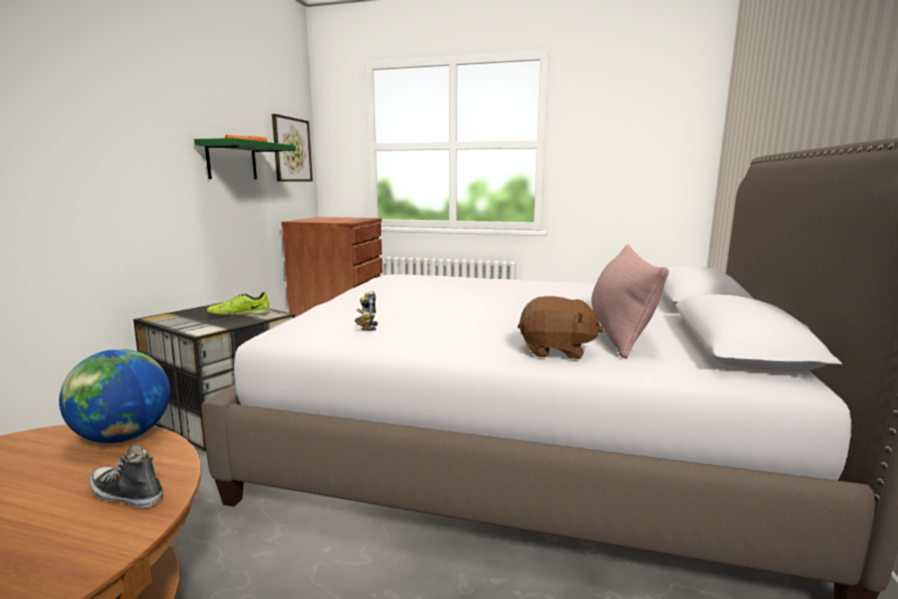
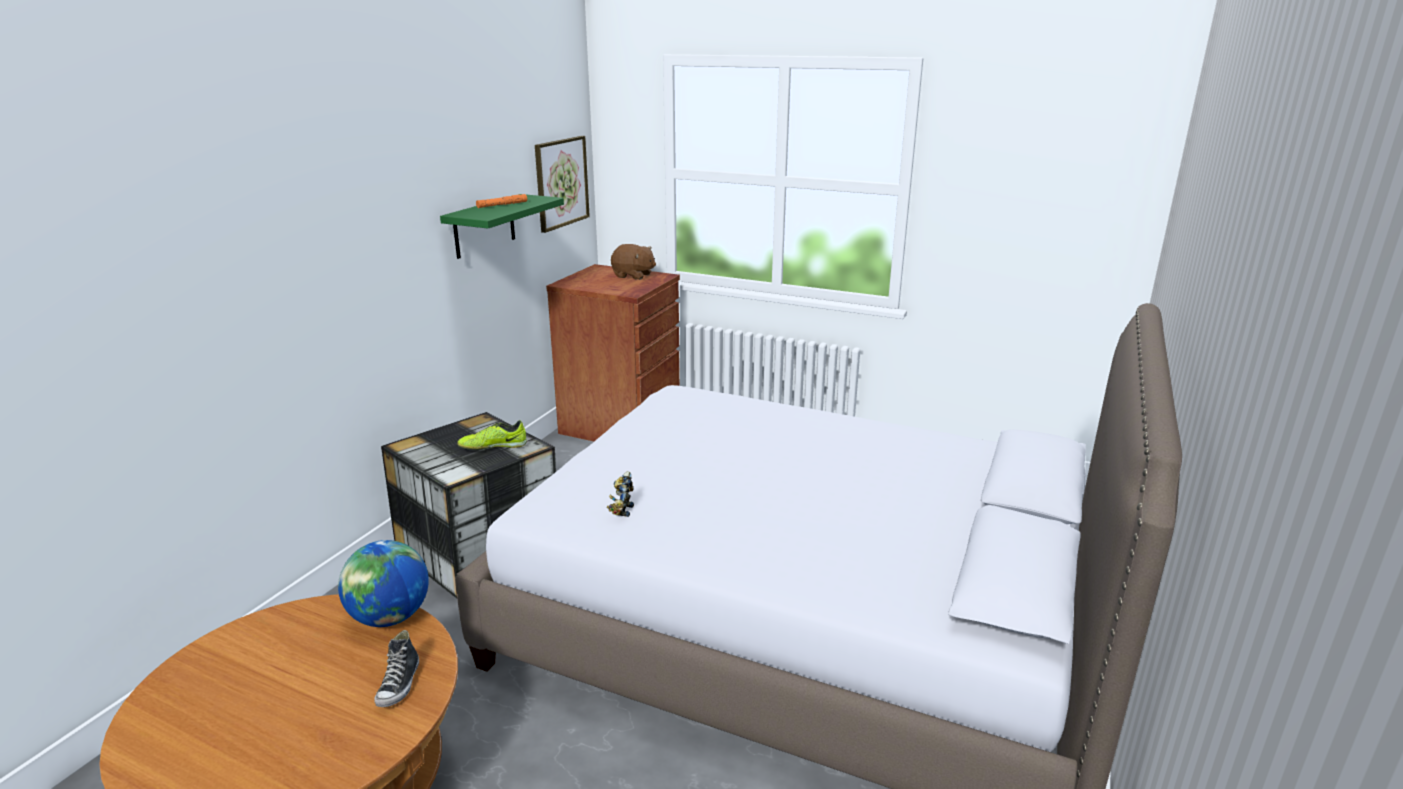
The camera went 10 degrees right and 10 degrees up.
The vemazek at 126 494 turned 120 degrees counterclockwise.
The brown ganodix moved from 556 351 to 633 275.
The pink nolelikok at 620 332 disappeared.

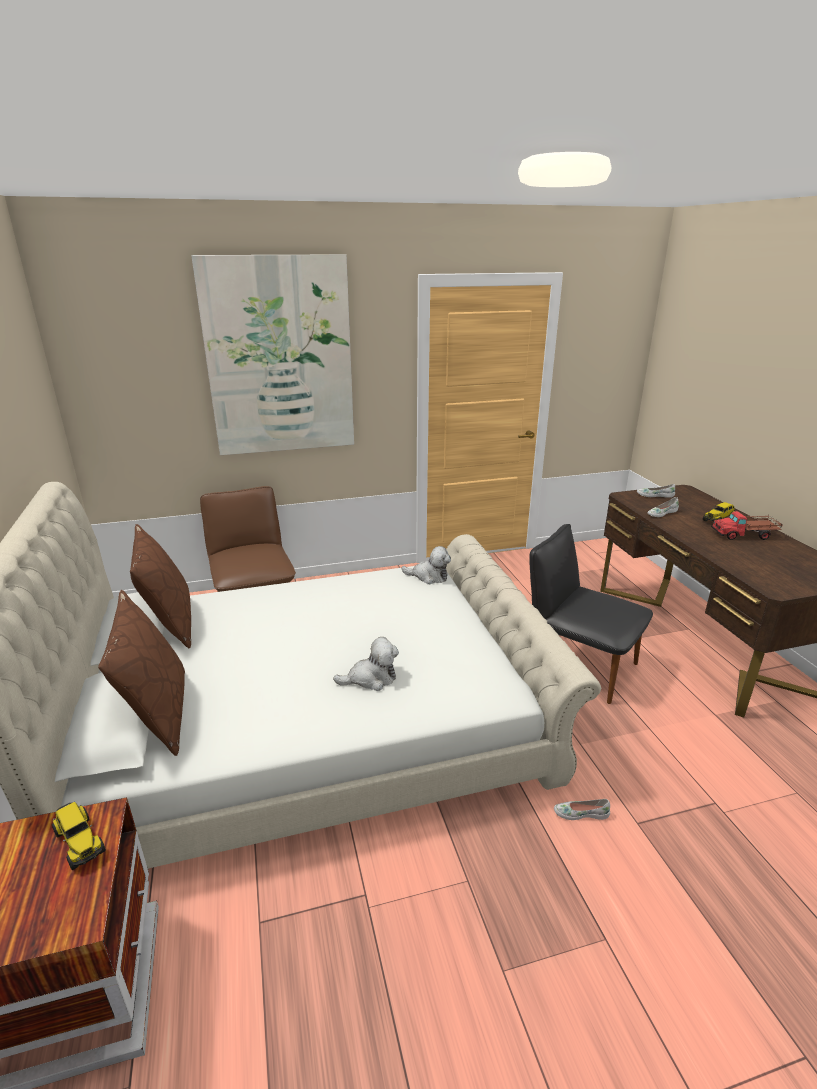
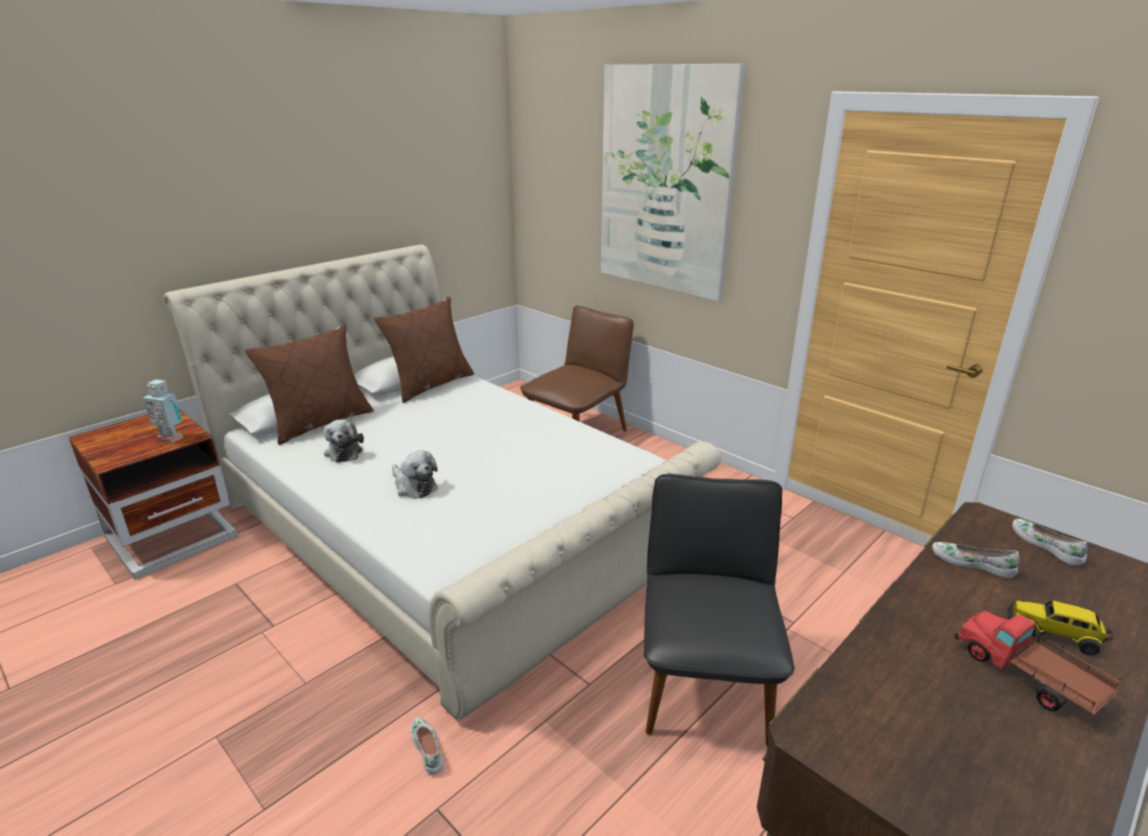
The camera went 60 degrees right and 0 degrees up.
The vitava at 79 841 was replaced by the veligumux at 171 438.
The ganodix moved from 429 576 to 344 451.

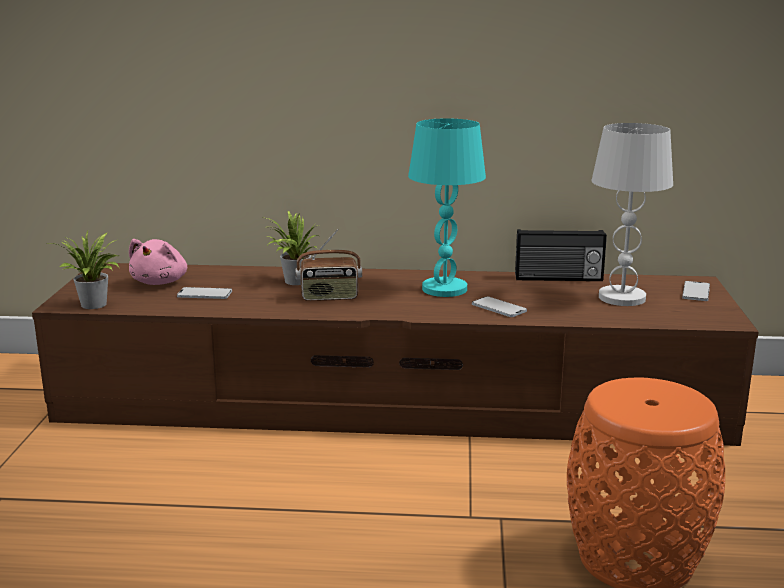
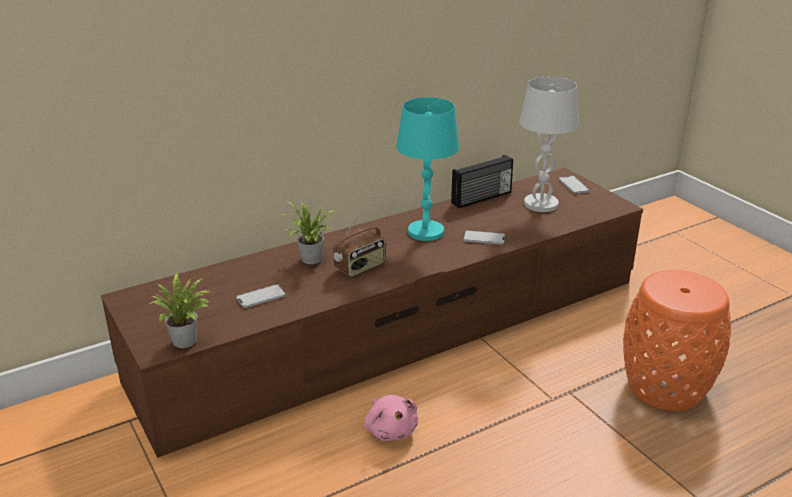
The camera went 35 degrees left and 10 degrees up.
The pink ganodix moved from 161 282 to 390 429.

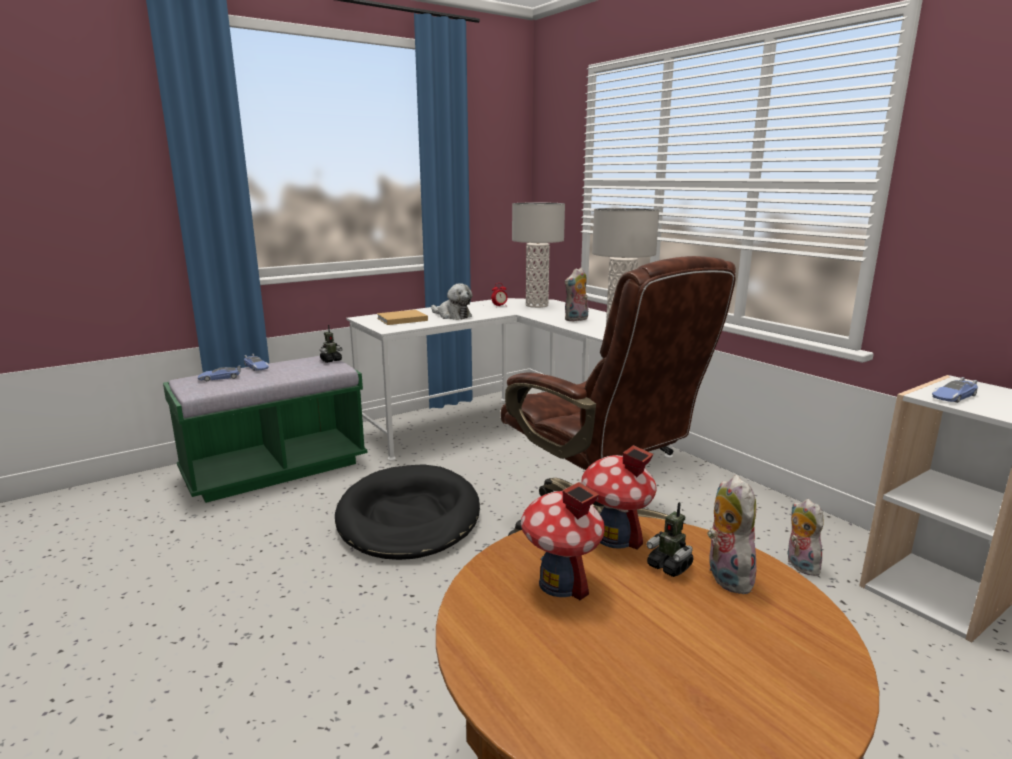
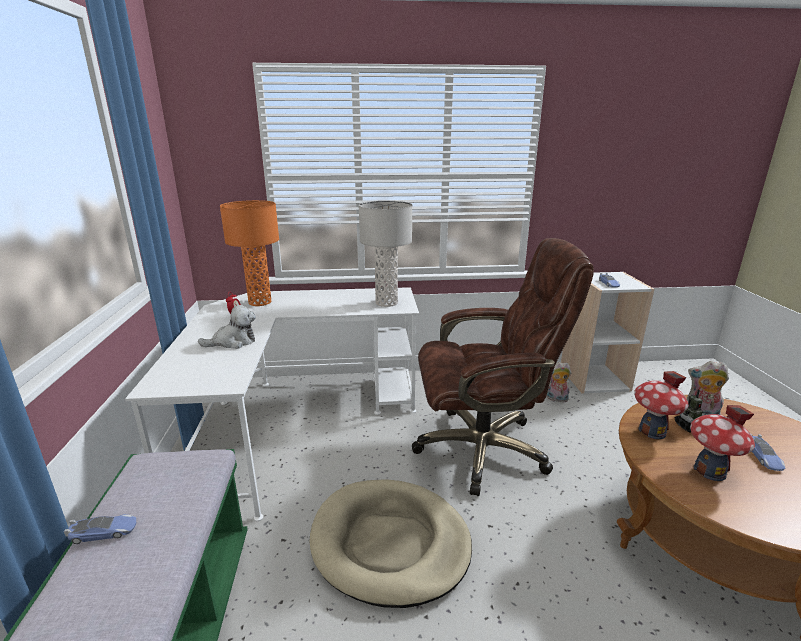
The camera went 60 degrees left and 5 degrees up.
The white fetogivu at 536 305 became the orange fetogivu at 259 302.
The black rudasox at 409 517 became the beige rudasox at 390 543.
The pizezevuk moved from 220 378 to 763 457.
The veligumux at 331 360 disappeared.
The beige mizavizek at 400 319 disappeared.
The ganodix at 576 319 disappeared.

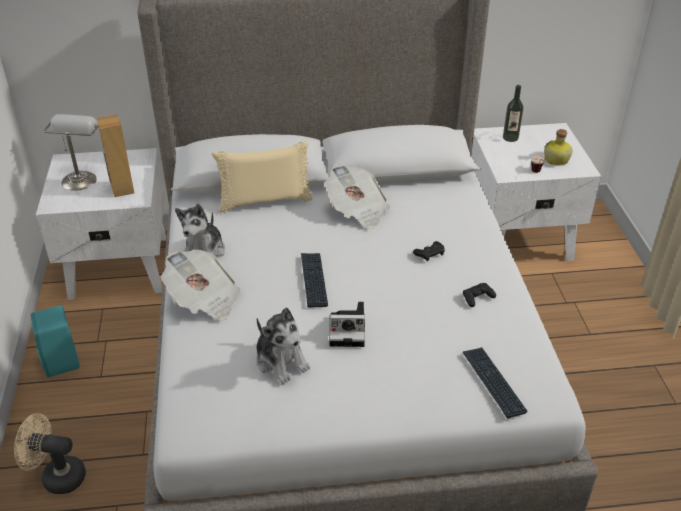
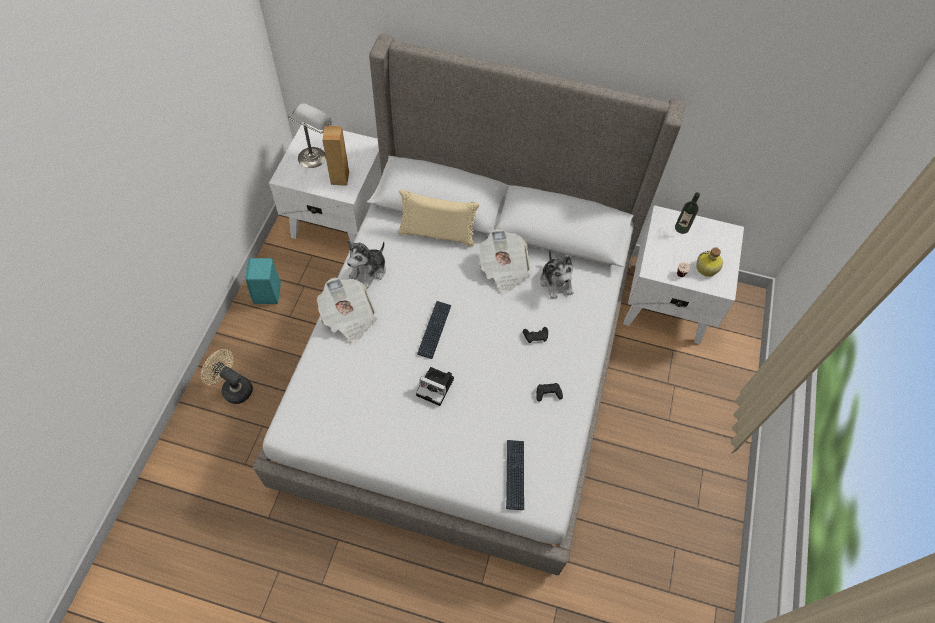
The camera went 20 degrees right and 20 degrees up.
The ganodix moved from 281 361 to 556 282.

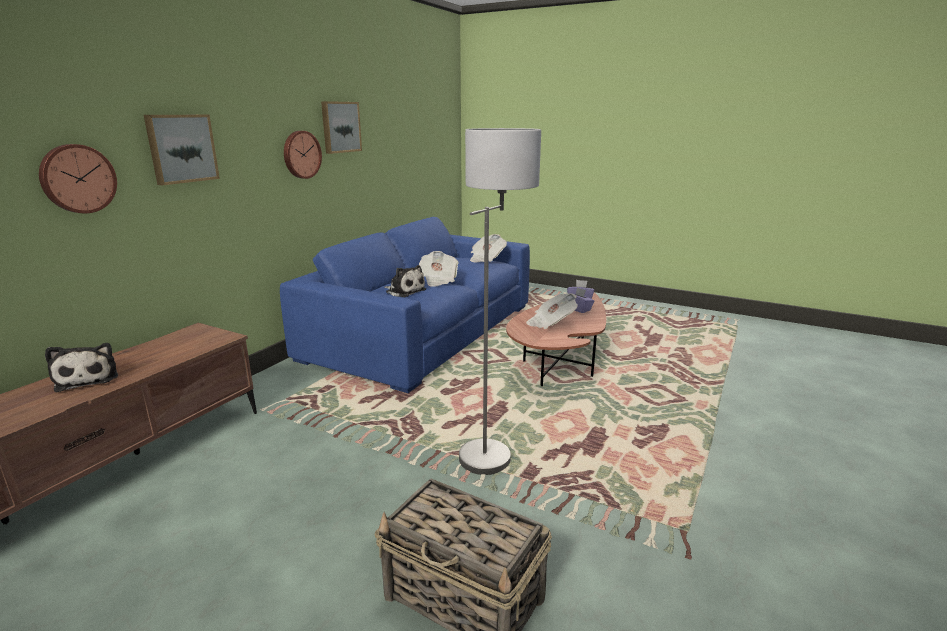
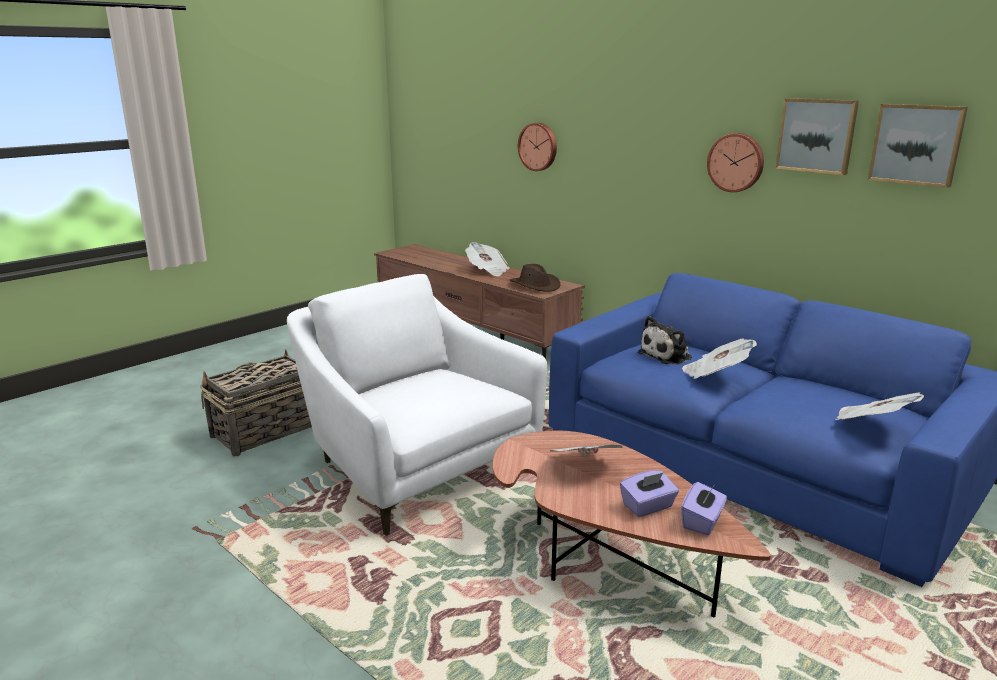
The camera went 105 degrees right and 0 degrees up.
The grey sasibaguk at 493 451 was replaced by the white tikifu at 414 465.
The ganodix at 88 378 was replaced by the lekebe at 487 271.
The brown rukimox at 535 285 appeared.
The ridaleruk moved from 181 148 to 916 144.

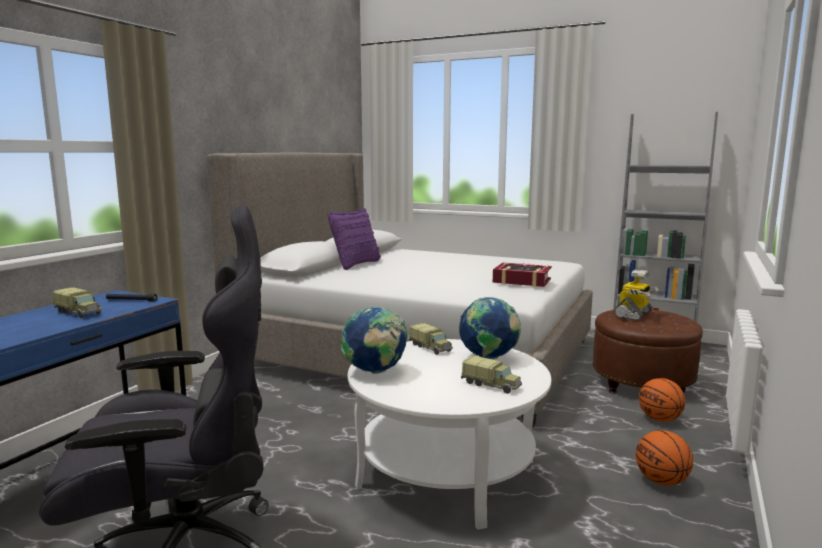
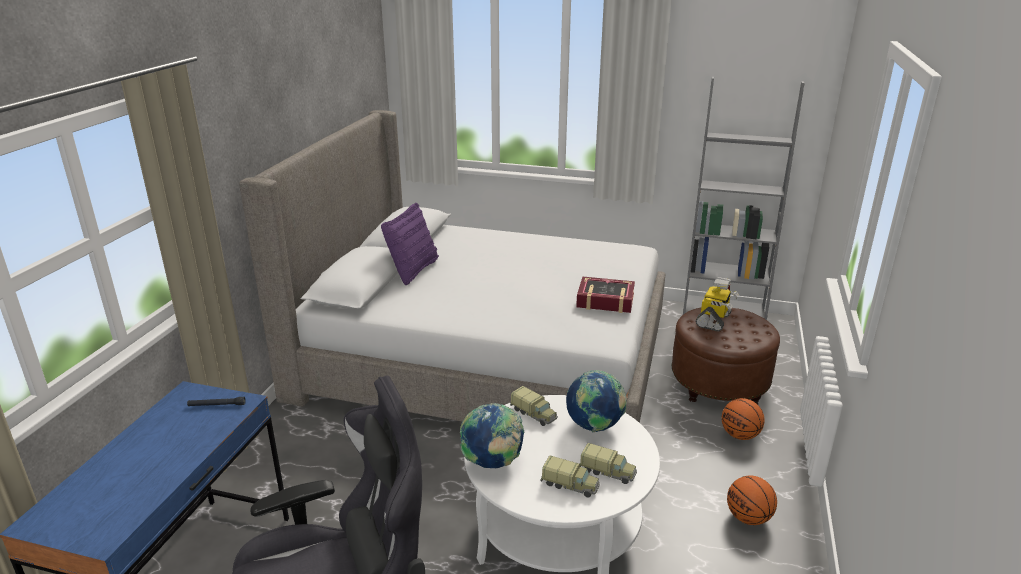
The camera went 10 degrees left and 15 degrees up.
The vitava moved from 79 313 to 570 485.

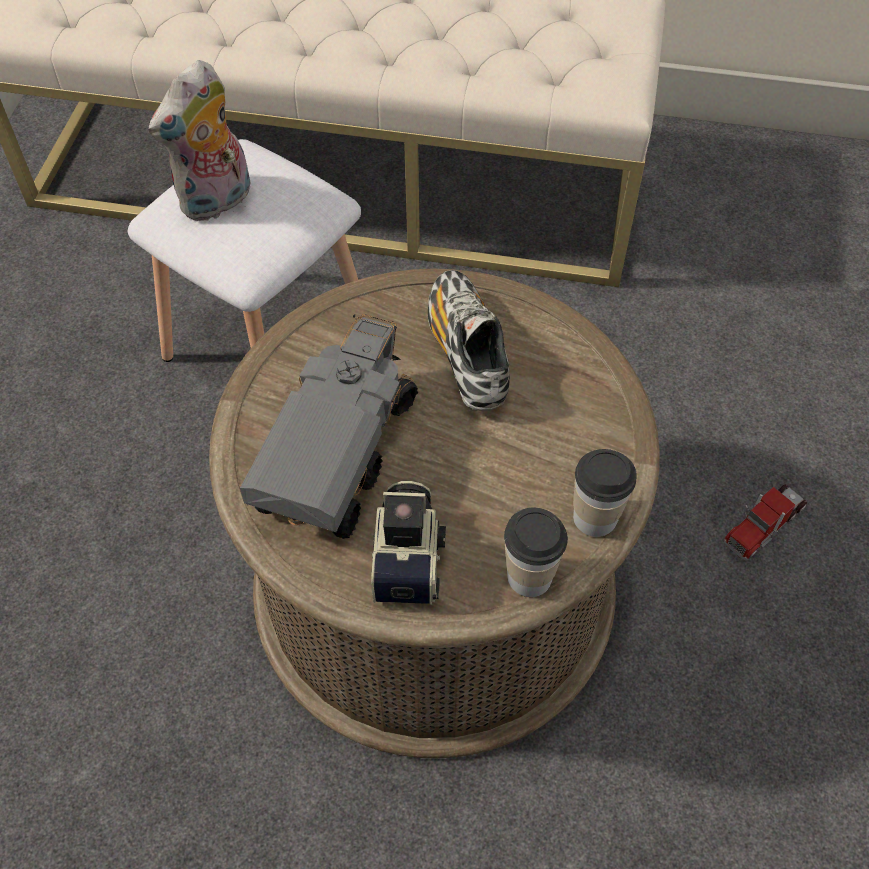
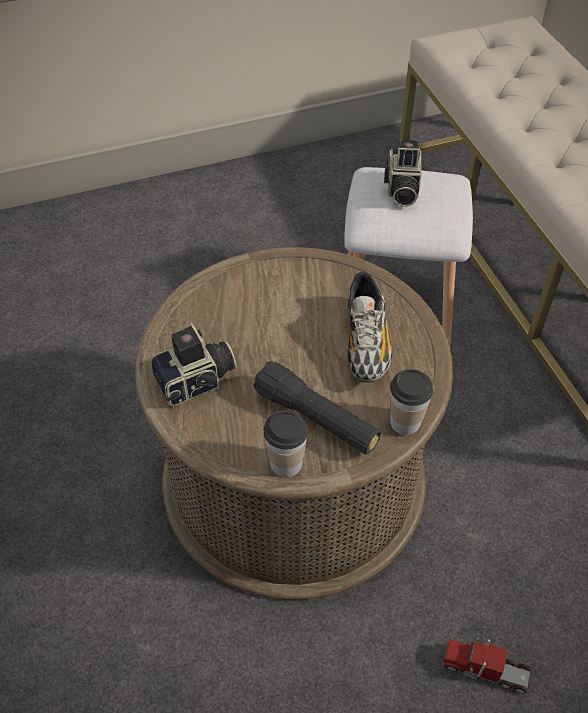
The camera went 60 degrees right and 5 degrees down.
The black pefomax at 316 419 appeared.
The vemazek at 467 352 turned 135 degrees clockwise.
The ganodix at 217 202 was replaced by the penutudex at 401 189.
The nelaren moved from 529 576 to 405 422.
The vitava at 338 454 disappeared.

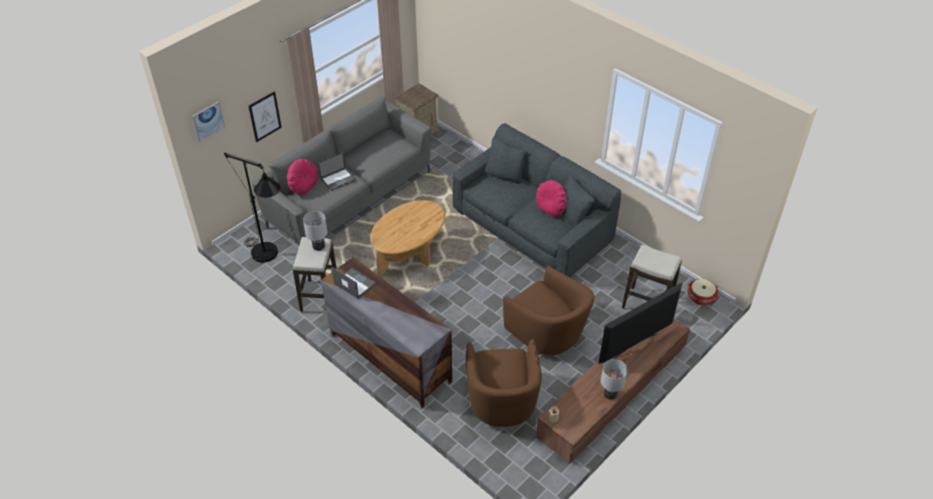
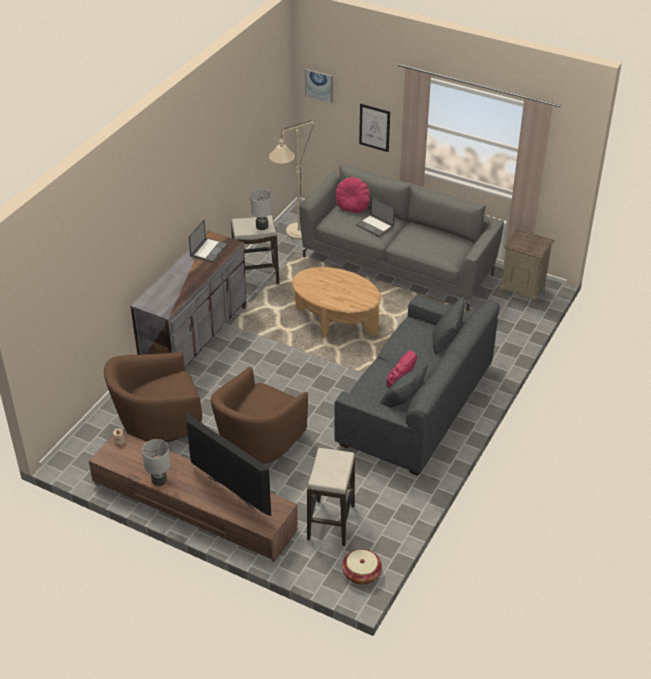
The camera went 75 degrees right and 5 degrees down.
The black sasibaguk at 269 256 became the beige sasibaguk at 295 235.

